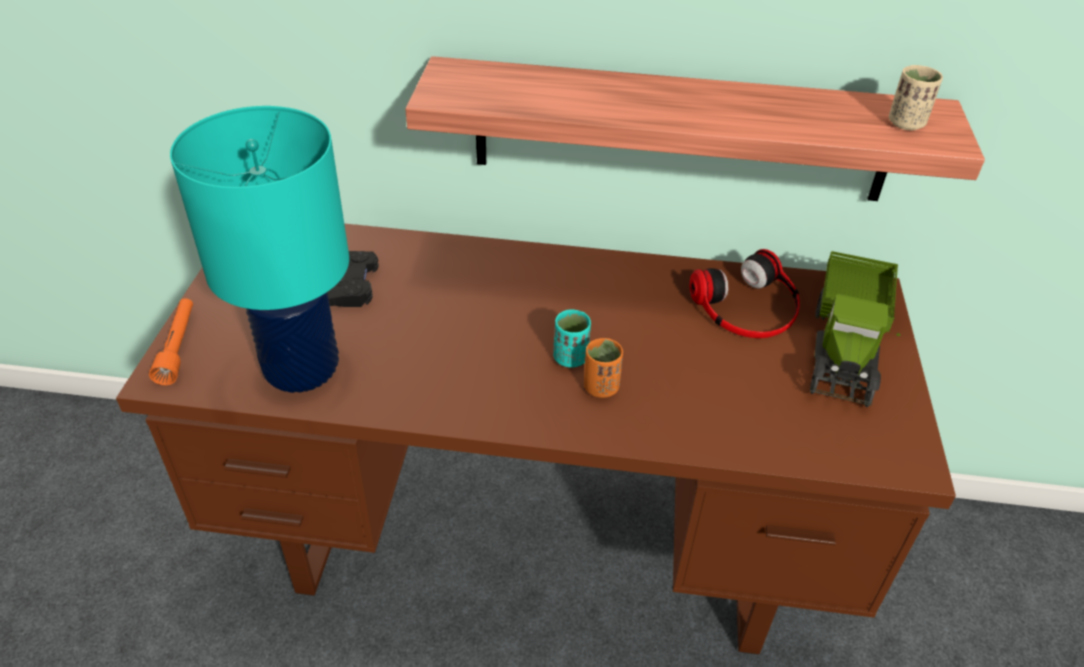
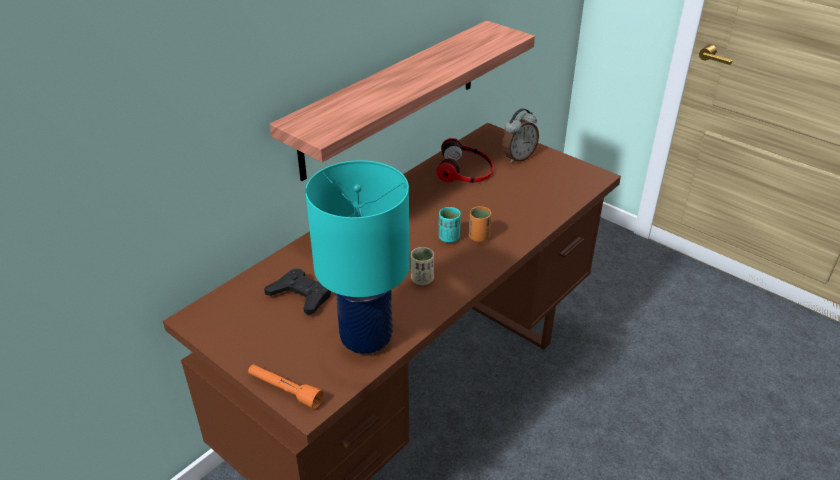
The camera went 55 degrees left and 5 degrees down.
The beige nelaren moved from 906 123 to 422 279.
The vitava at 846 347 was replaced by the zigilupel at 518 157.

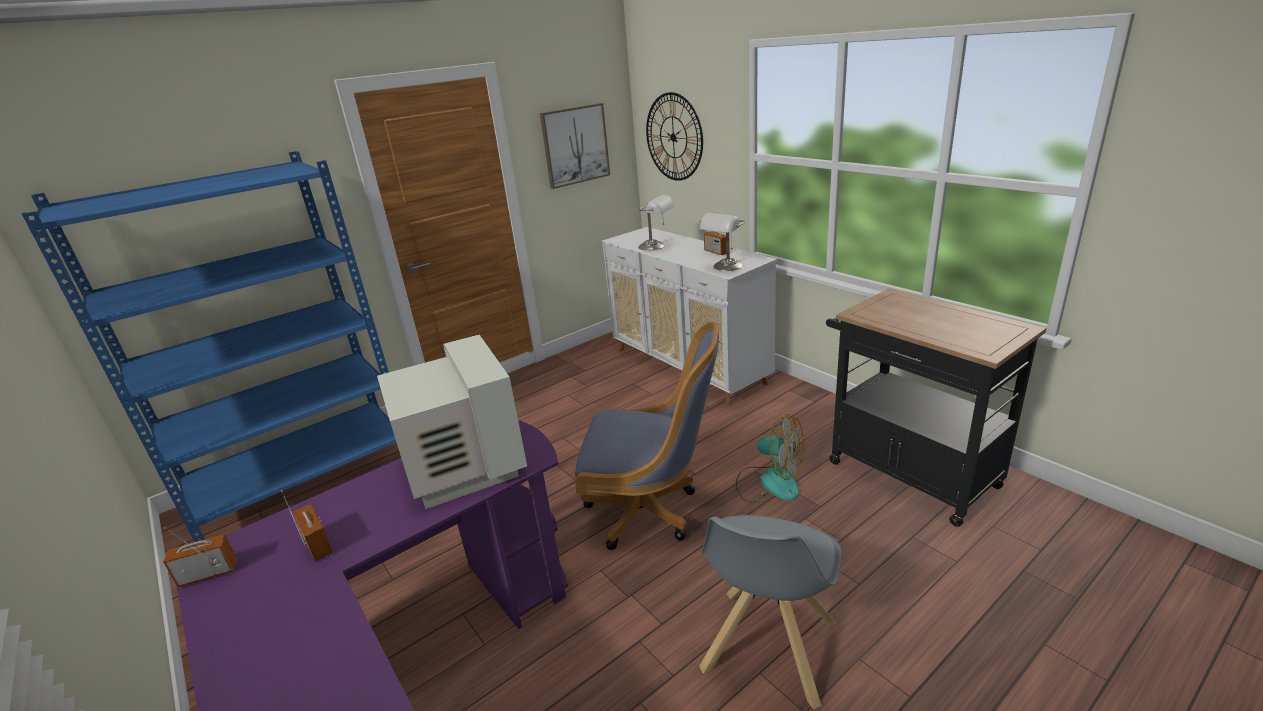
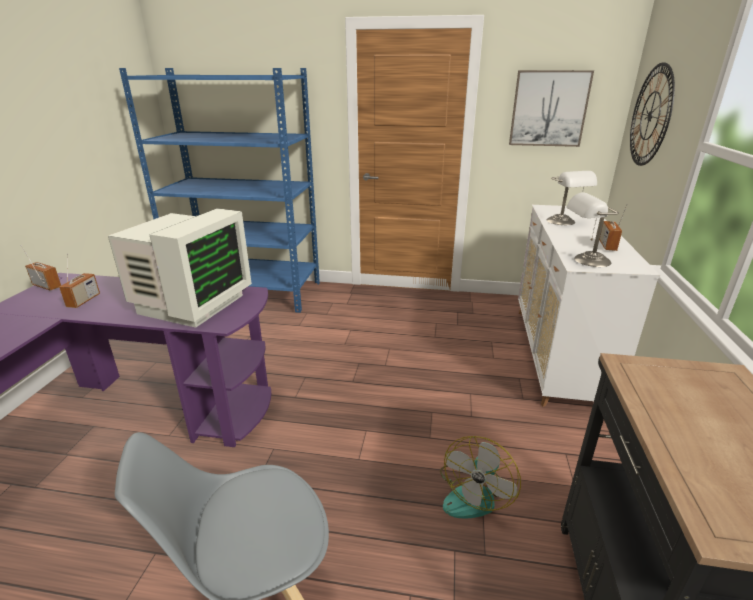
The camera went 45 degrees right and 0 degrees up.
The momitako at 769 482 turned 45 degrees clockwise.
The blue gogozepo at 652 512 disappeared.

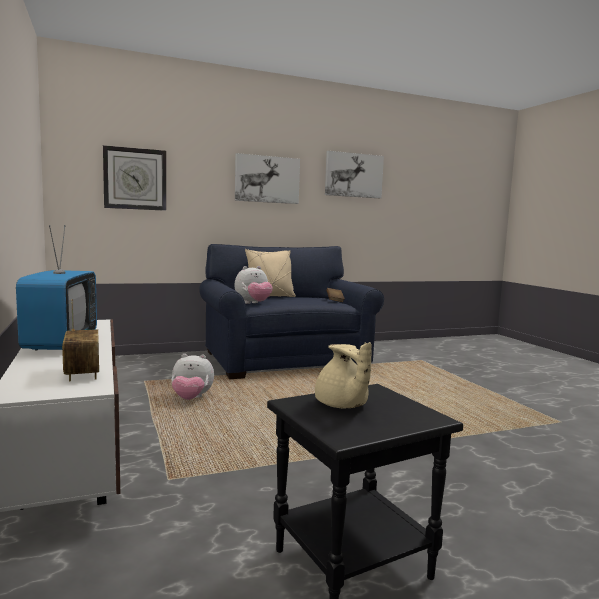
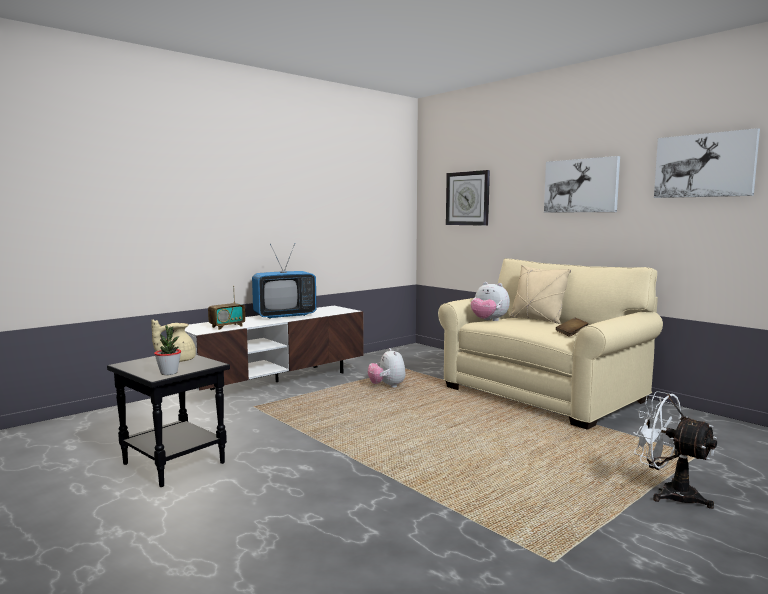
The camera went 70 degrees right and 0 degrees up.
The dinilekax at 169 373 appeared.
The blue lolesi at 285 360 became the beige lolesi at 543 394.
The white momitako at 669 493 appeared.

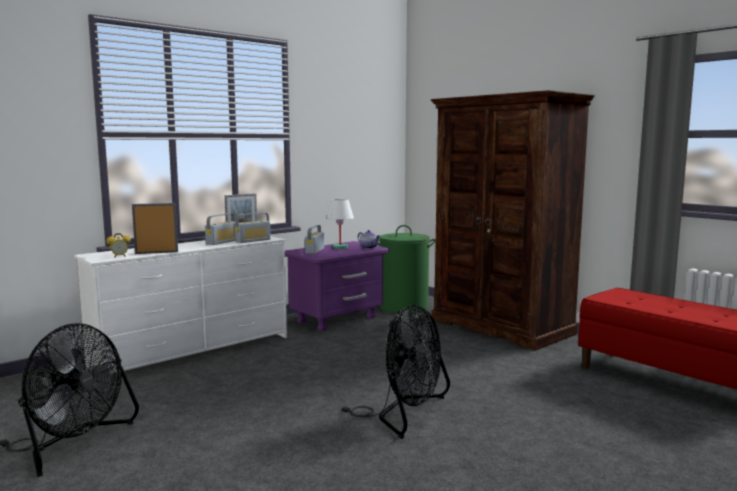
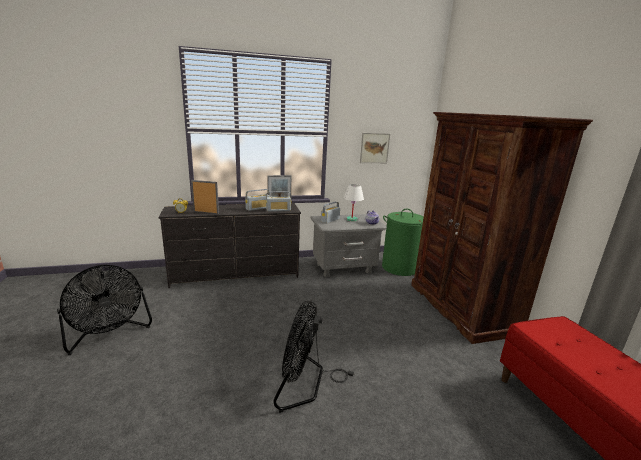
The camera went 25 degrees right and 10 degrees up.
The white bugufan at 193 351 became the black bugufan at 235 275.
The black momitako at 402 413 turned 135 degrees clockwise.
The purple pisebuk at 338 320 became the grey pisebuk at 344 269.
The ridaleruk at 374 148 appeared.

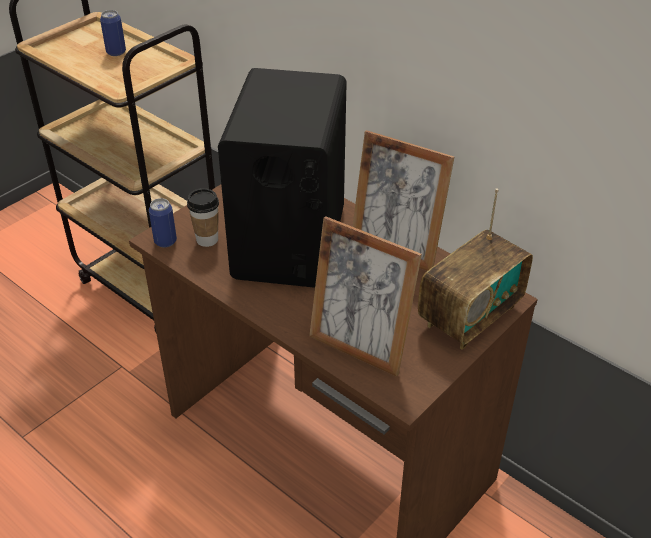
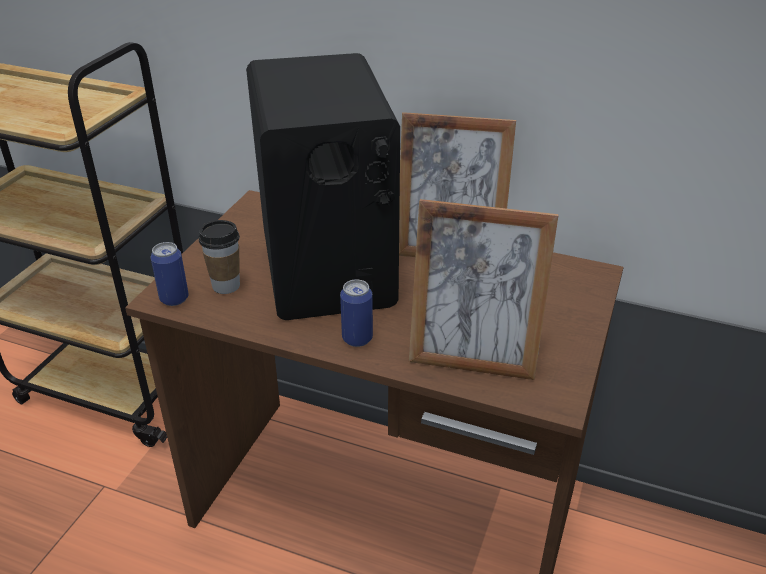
The camera went 20 degrees left and 5 degrees down.
The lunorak moved from 116 52 to 357 338.
The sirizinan at 470 316 disappeared.

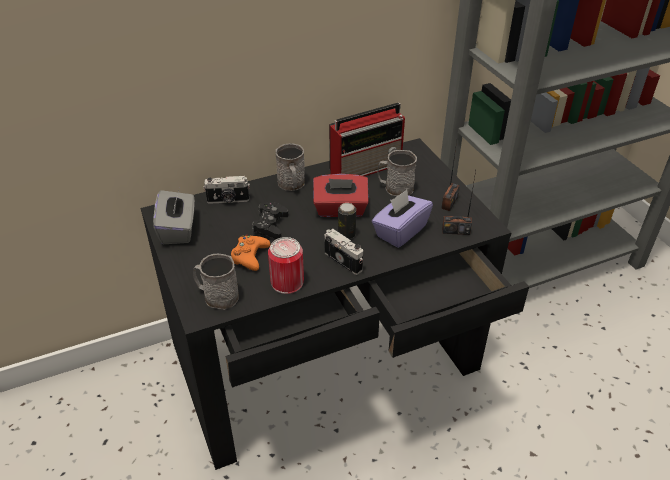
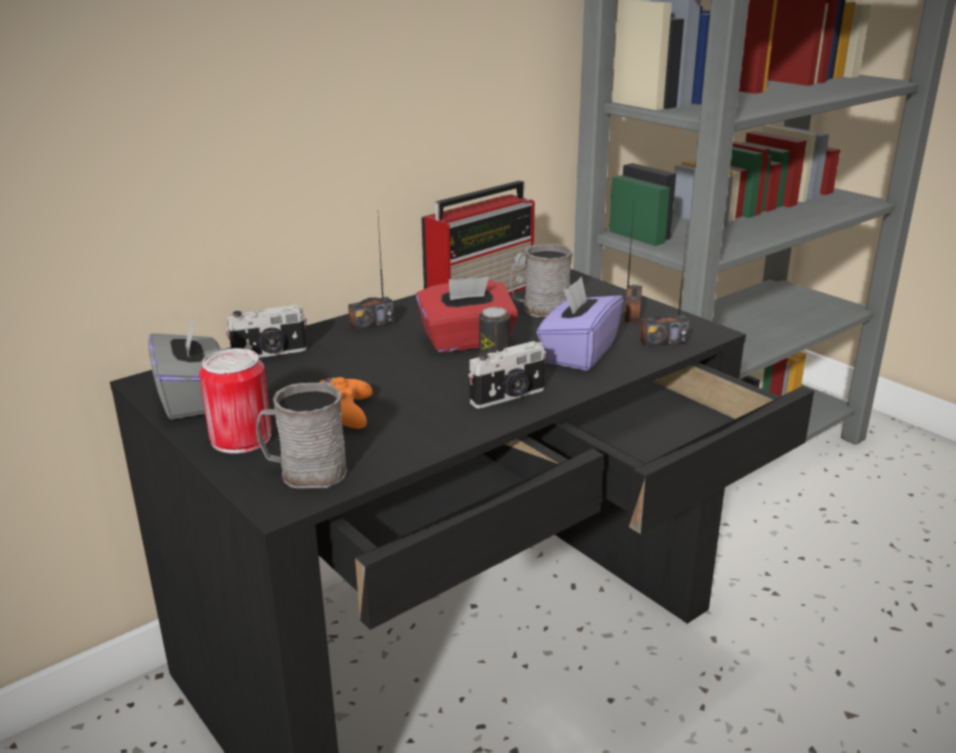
The camera went 15 degrees left and 15 degrees down.
The lunorak moved from 287 282 to 241 438.
The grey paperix at 292 185 was replaced by the sirizinan at 372 324.
The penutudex at 344 260 turned 120 degrees clockwise.
The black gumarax at 270 225 disappeared.

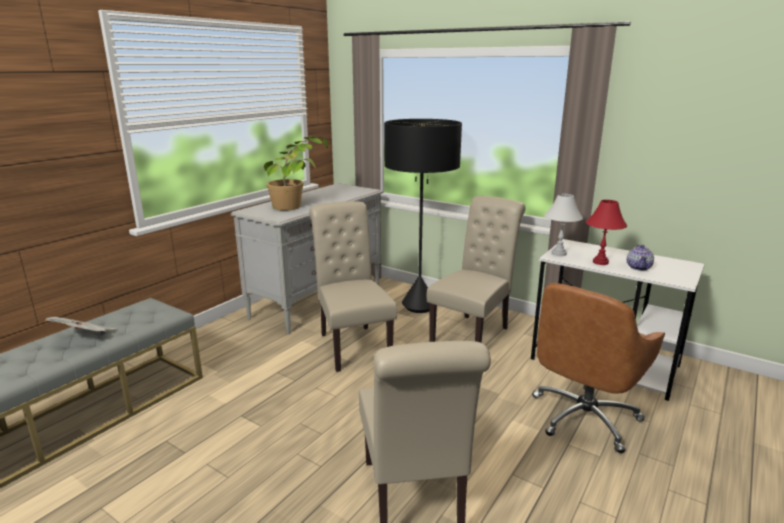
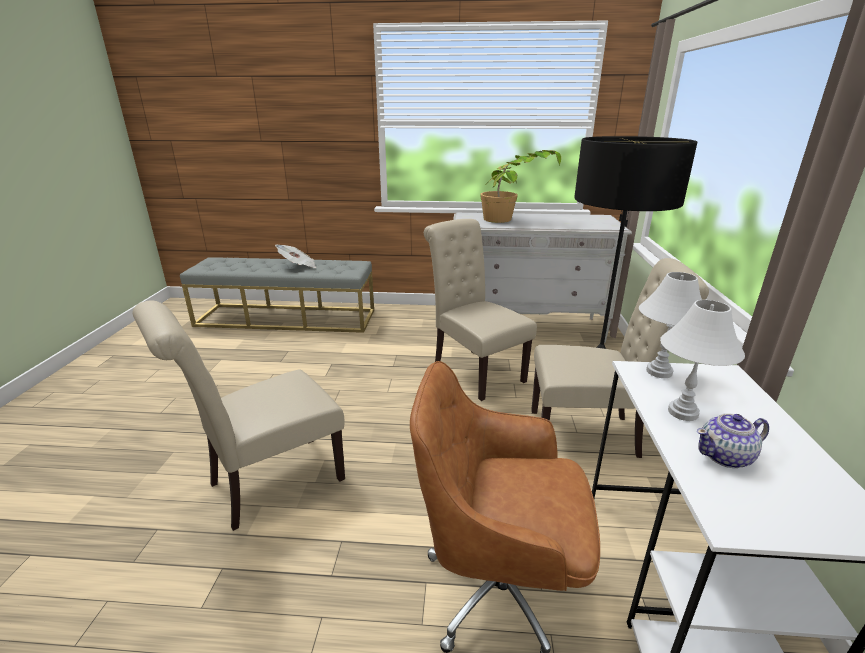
The camera went 60 degrees right and 5 degrees up.
The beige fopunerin at 352 344 turned 75 degrees counterclockwise.
The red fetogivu at 600 262 became the white fetogivu at 683 413.

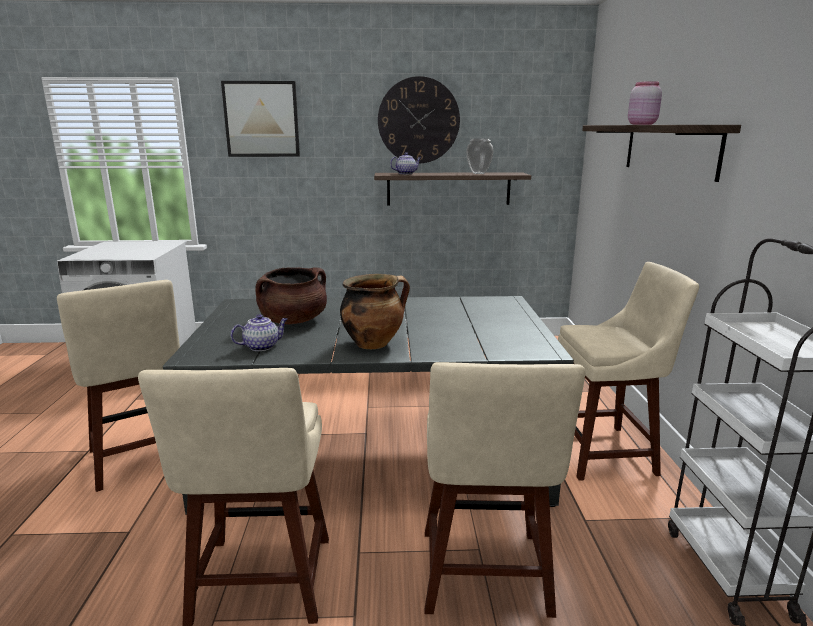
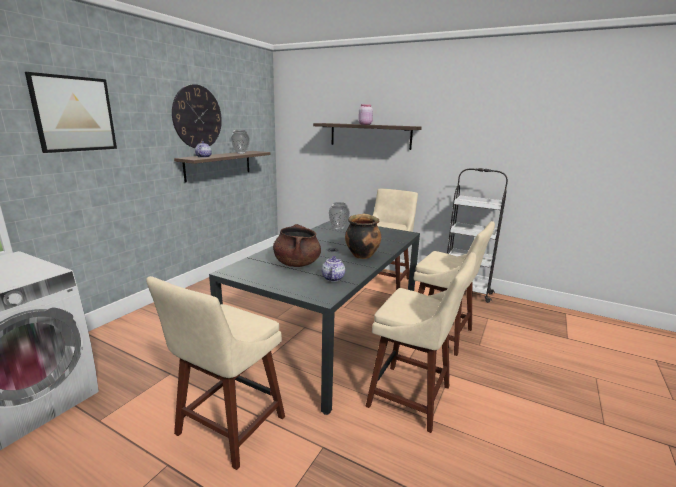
The camera went 60 degrees left and 0 degrees up.
The beige fopunerin at 142 459 turned 120 degrees clockwise.
The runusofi at 338 229 appeared.

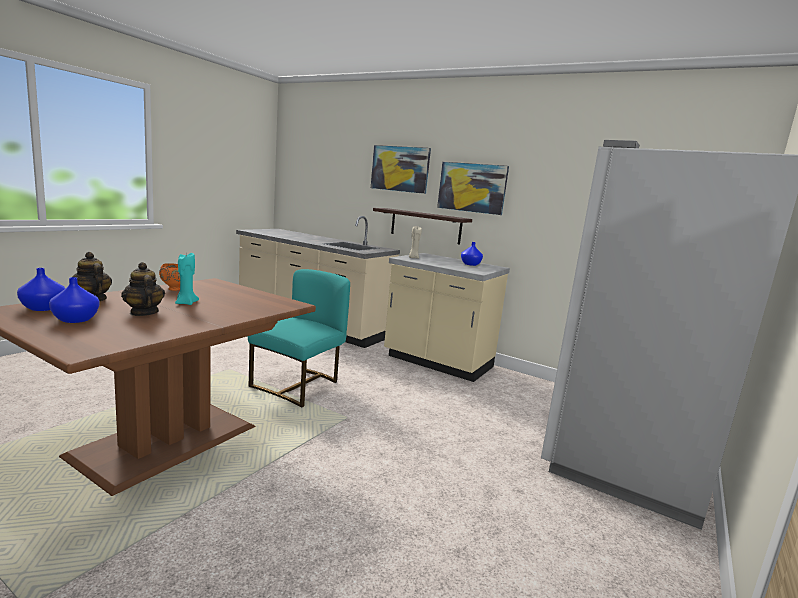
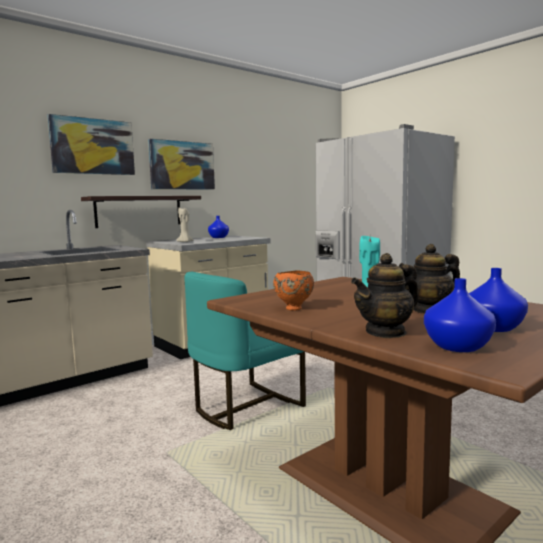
The camera went 70 degrees left and 5 degrees down.
The turquoise fopunerin at 299 386 turned 90 degrees counterclockwise.

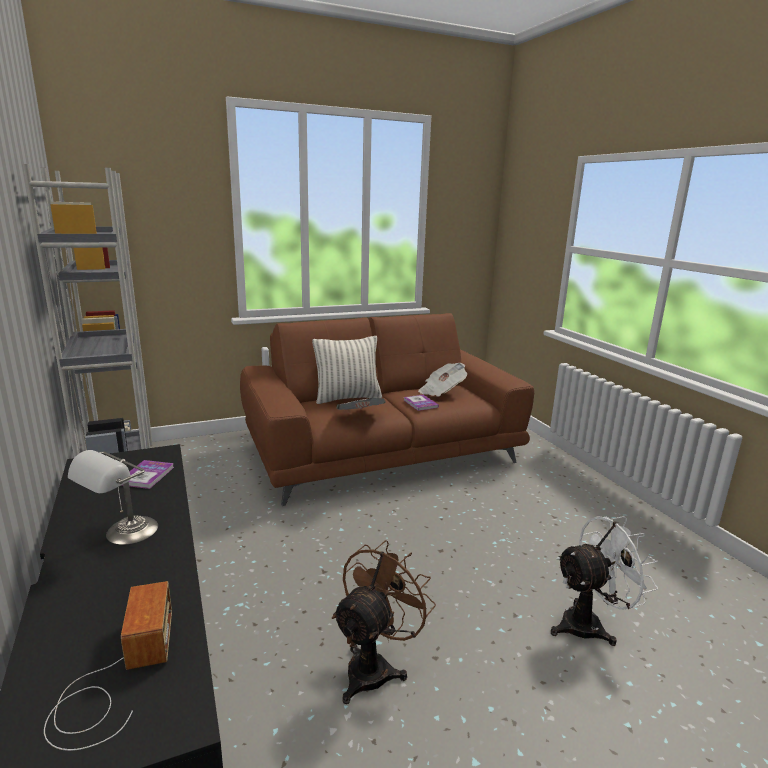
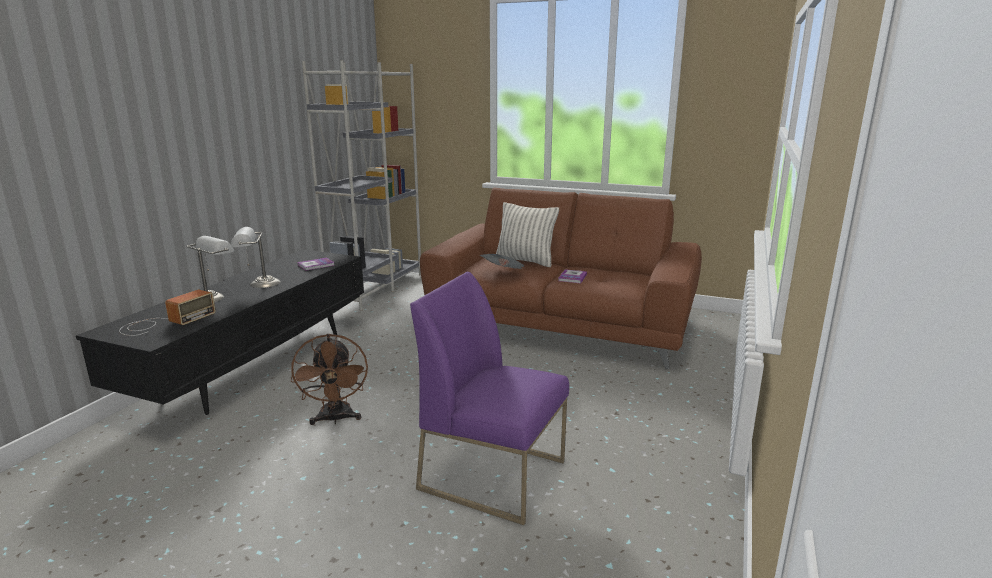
The camera went 45 degrees right and 0 degrees up.
The white fetogivu at 213 296 appeared.
The brown momitako at 375 666 turned 90 degrees clockwise.
The white momitako at 590 624 was replaced by the purple fopunerin at 494 474.
The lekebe at 441 391 disappeared.

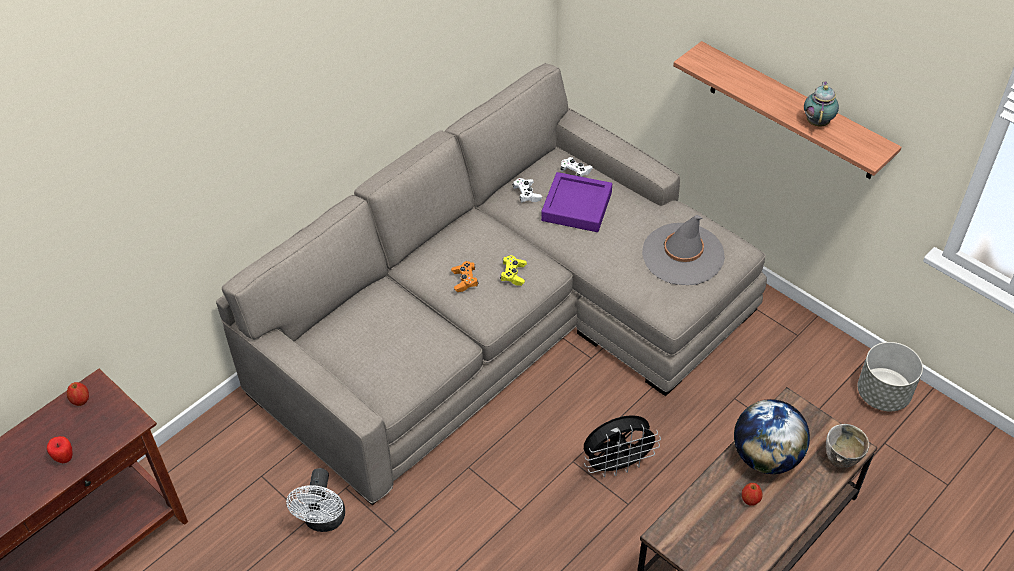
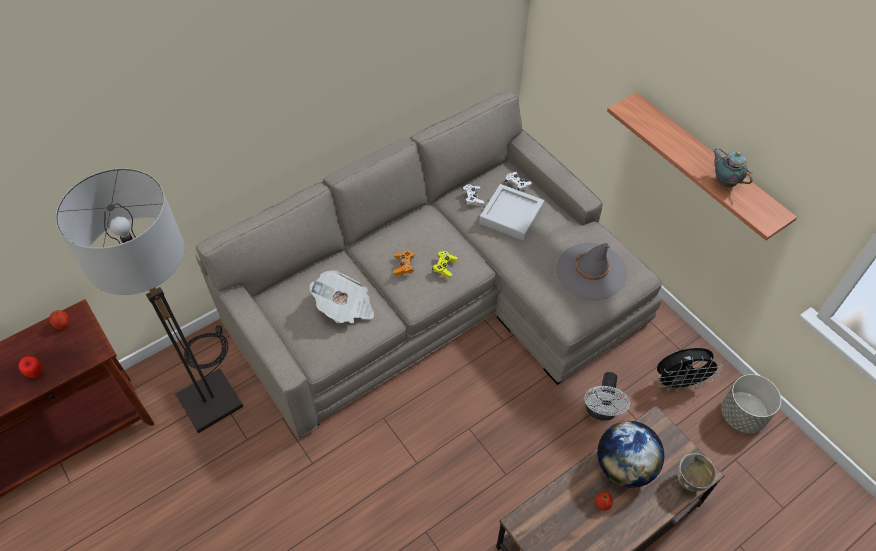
The camera went 10 degrees right and 5 degrees up.
The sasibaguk at 209 386 appeared.
The lekebe at 345 307 appeared.
The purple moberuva at 576 206 became the grey moberuva at 511 215.
The white momitako moved from 324 521 to 601 411.
The black momitako moved from 617 465 to 679 383.
The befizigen at 817 121 turned 60 degrees counterclockwise.

